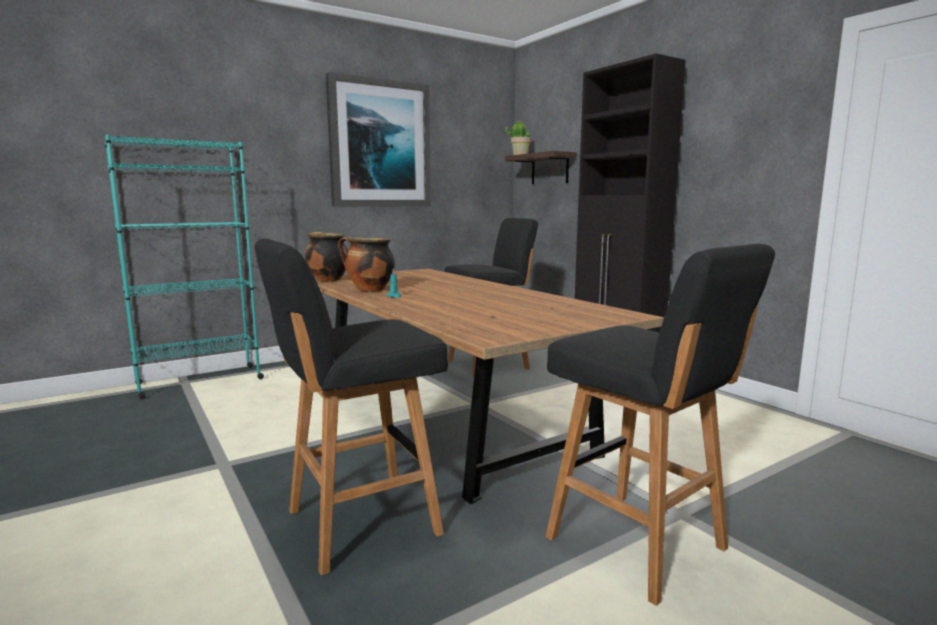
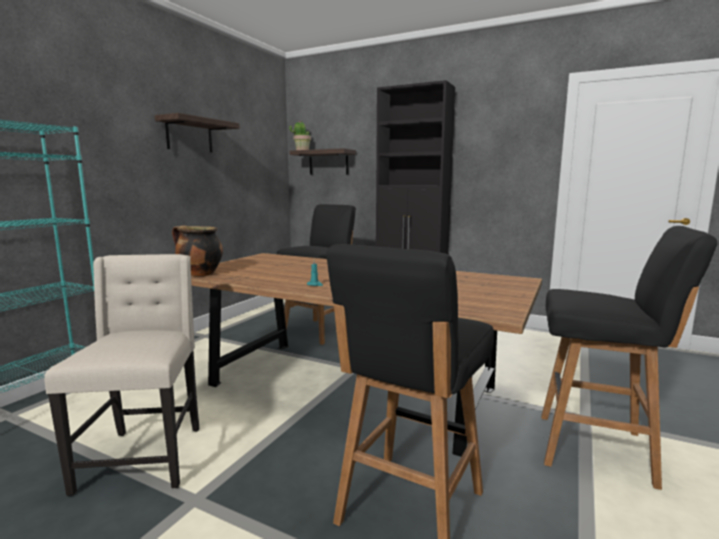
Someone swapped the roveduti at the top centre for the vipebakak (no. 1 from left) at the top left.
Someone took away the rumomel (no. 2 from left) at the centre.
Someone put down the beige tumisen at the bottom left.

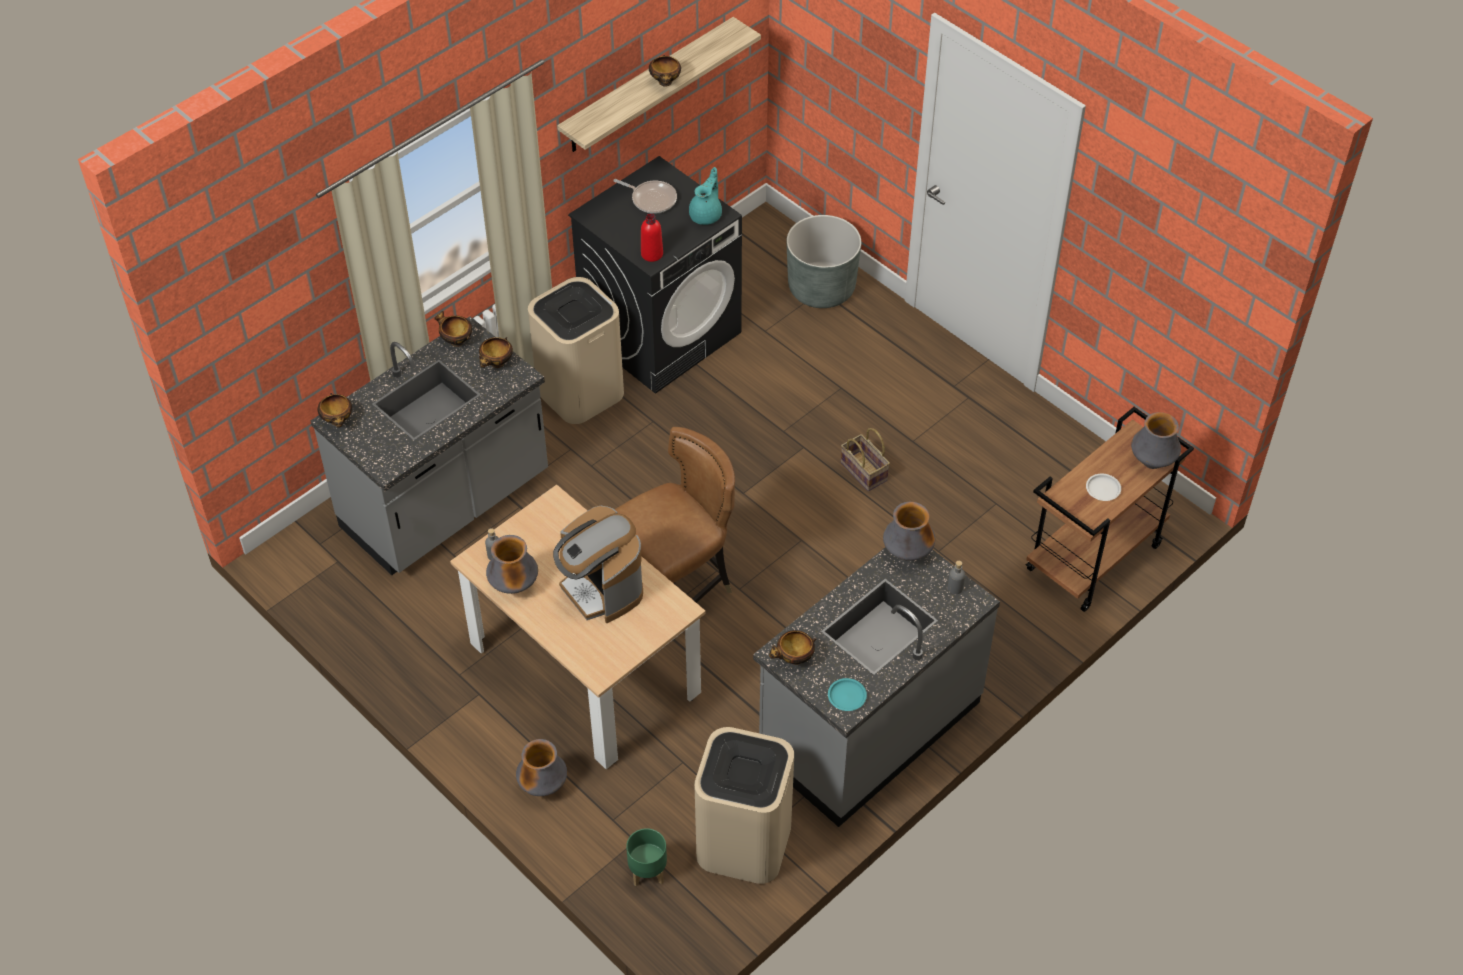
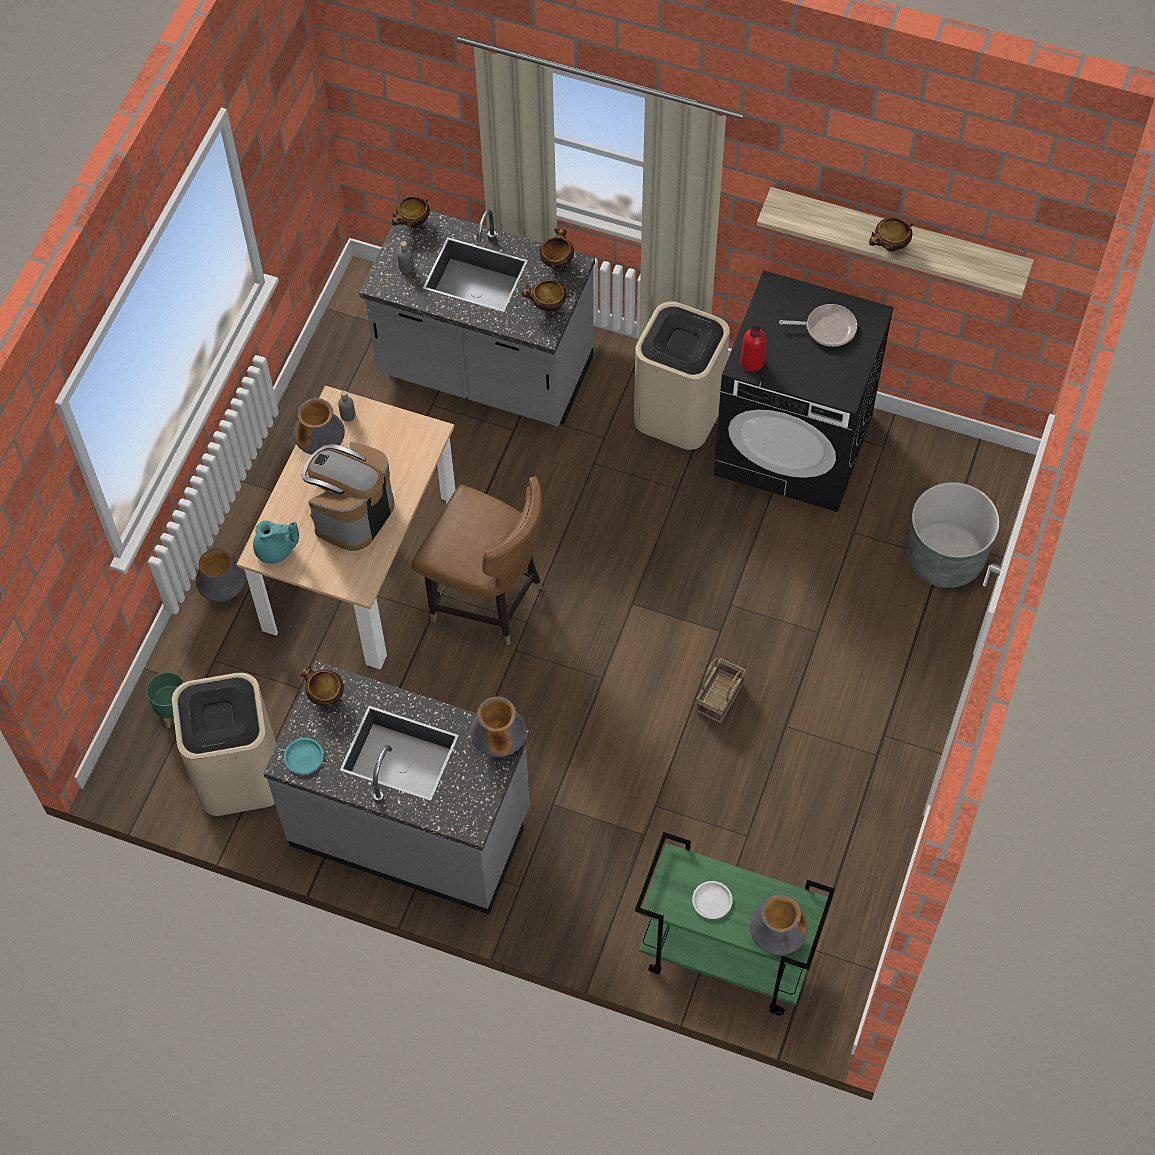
Someone rotated the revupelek at the top centre by 90 degrees counterclockwise.
Someone carried the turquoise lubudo from the top centre to the middle left.
Someone carried the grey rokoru (no. 2 from left) from the centre to the top centre.
Someone repainted the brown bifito at the middle right, which became the green bifito at the bottom centre.

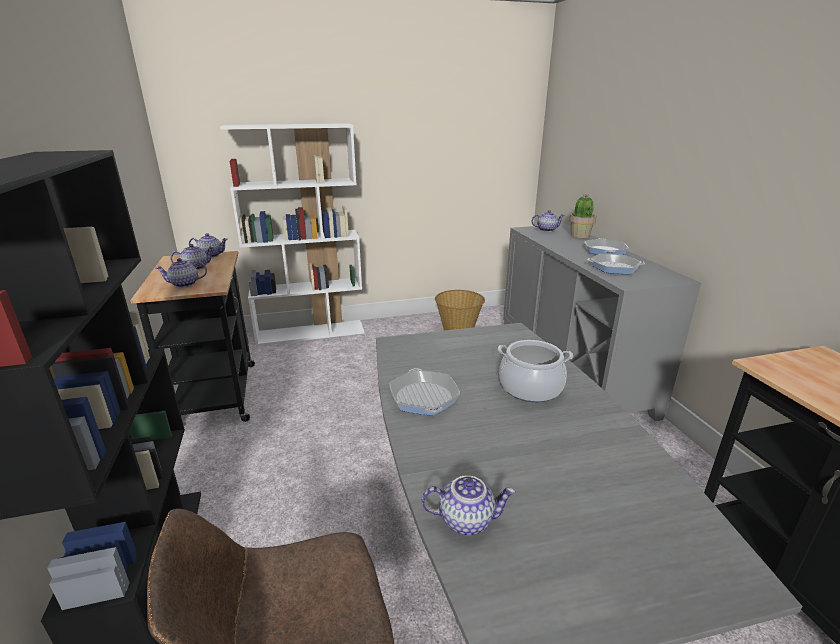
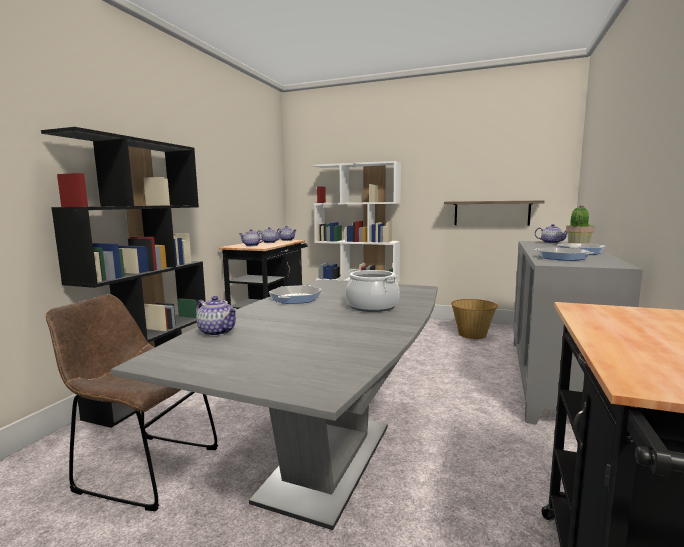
Someone put up the vipebakak at the middle right.

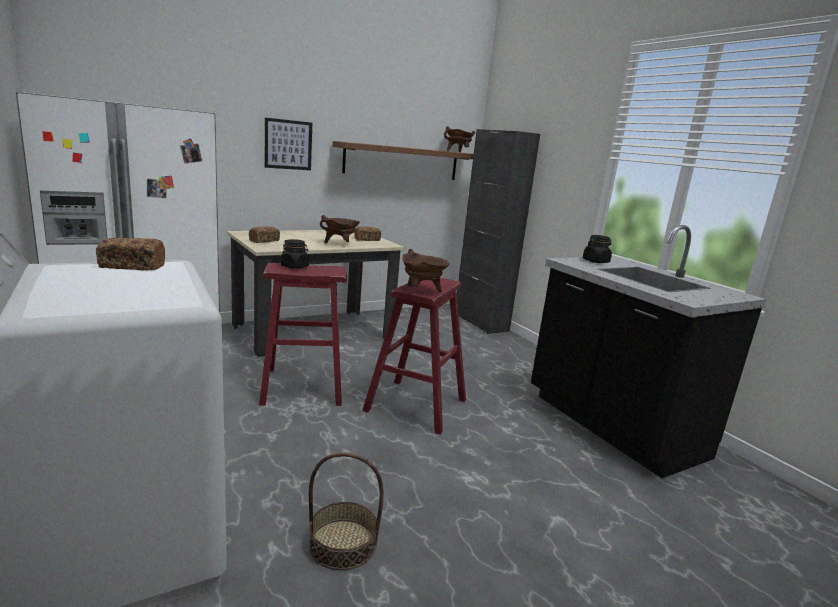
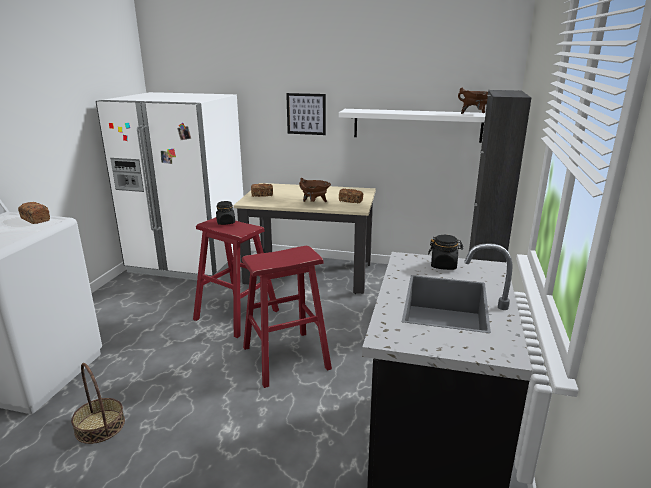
Someone repainted the brown vipebakak at the top centre, which became the white vipebakak at the top centre.
Someone took away the brown rumomel (no. 2 from left) at the centre.

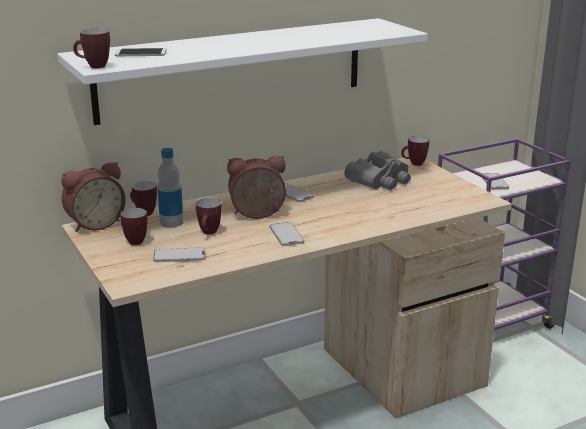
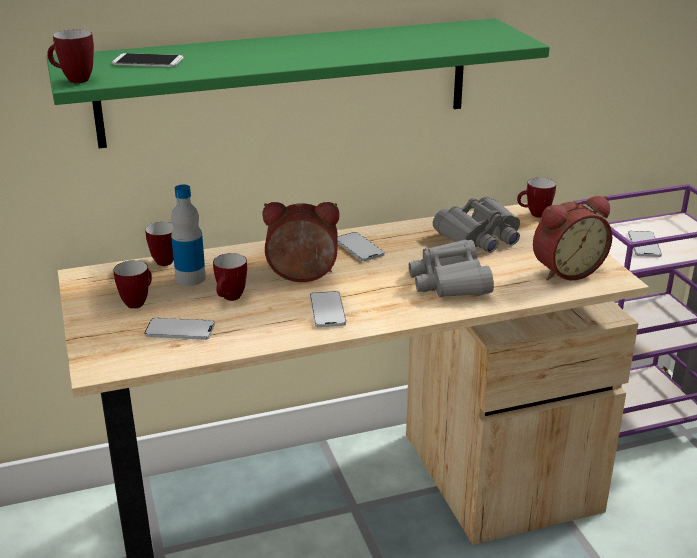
Someone repainted the white vipebakak at the top centre, which became the green vipebakak at the top centre.
Someone carried the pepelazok (no. 1 from left in the first image) from the middle left to the middle right.
Someone put down the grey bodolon (no. 1 from left) at the centre.

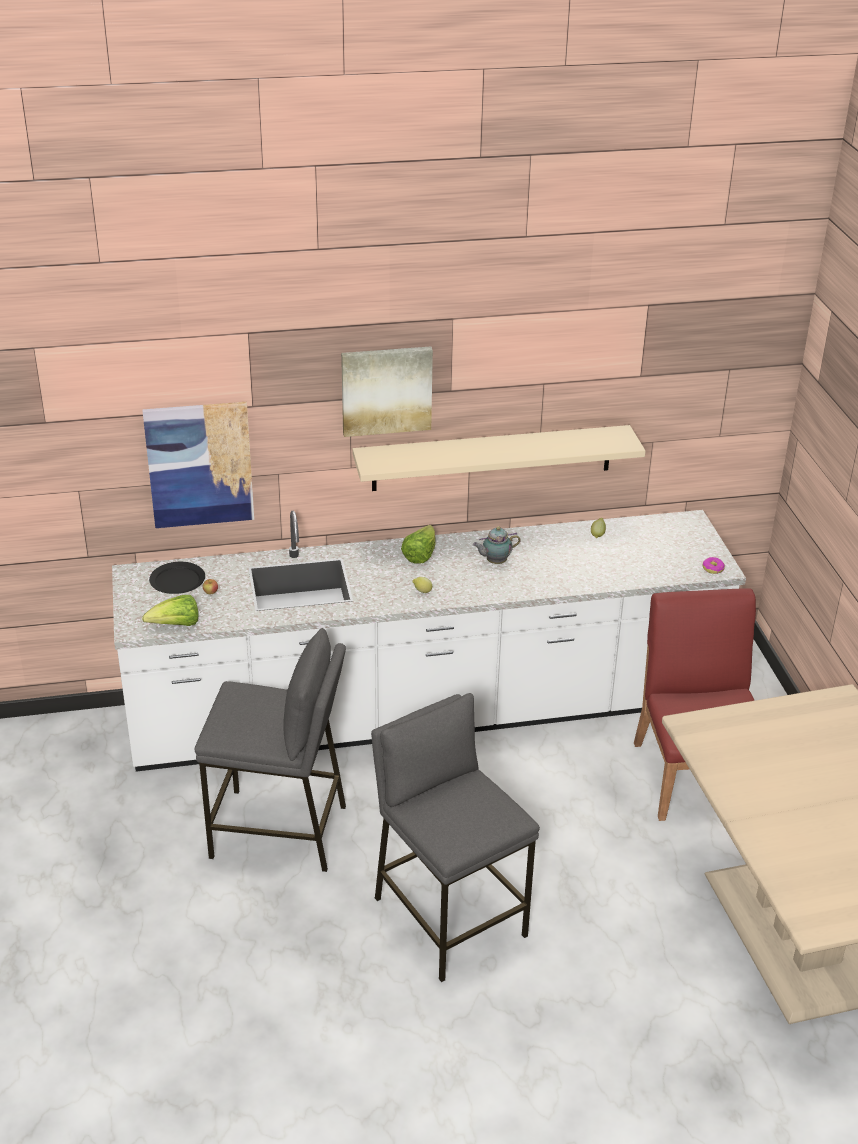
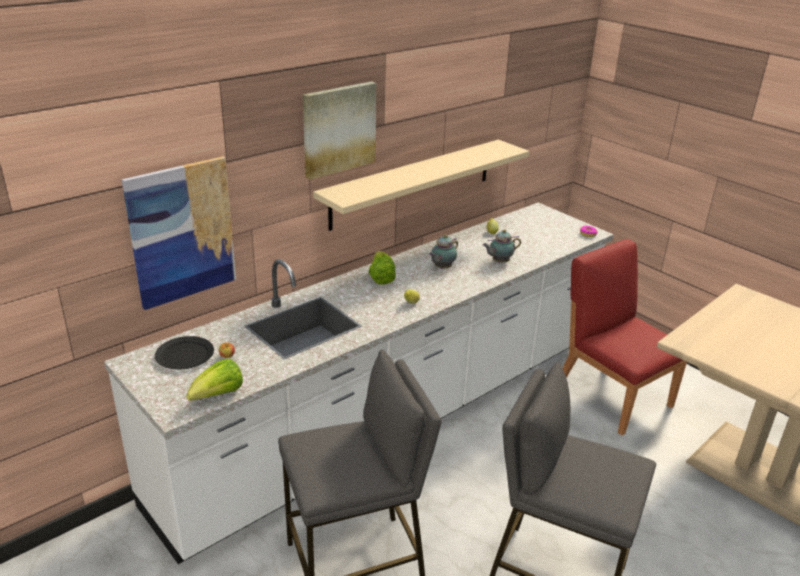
Someone put down the lubudo (no. 2 from left) at the centre.

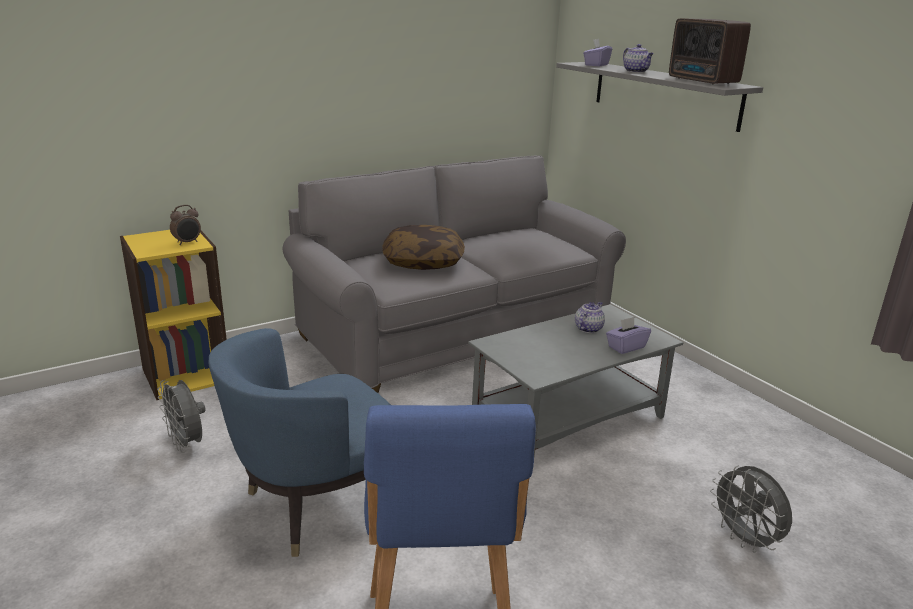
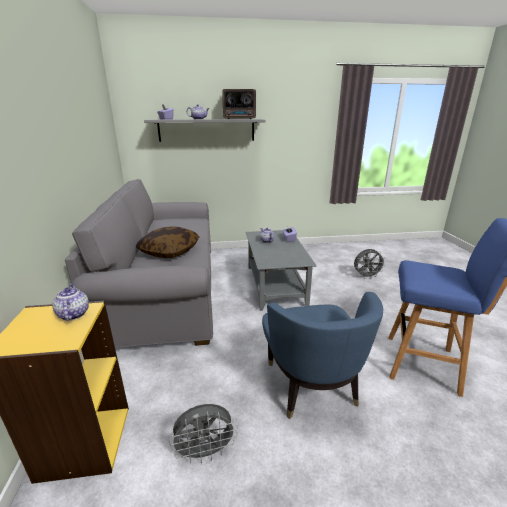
Someone swapped the pepelazok at the middle left for the lubudo (no. 1 from left) at the middle left.

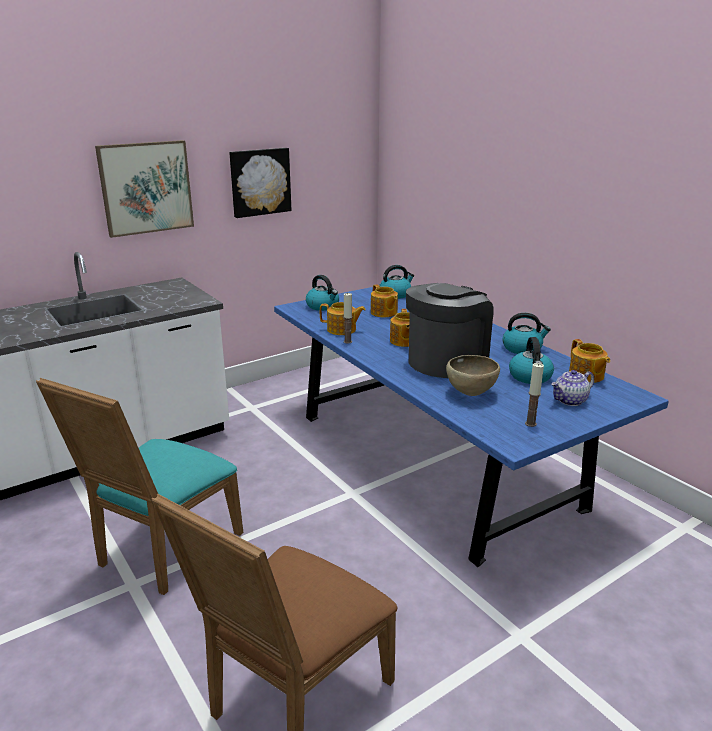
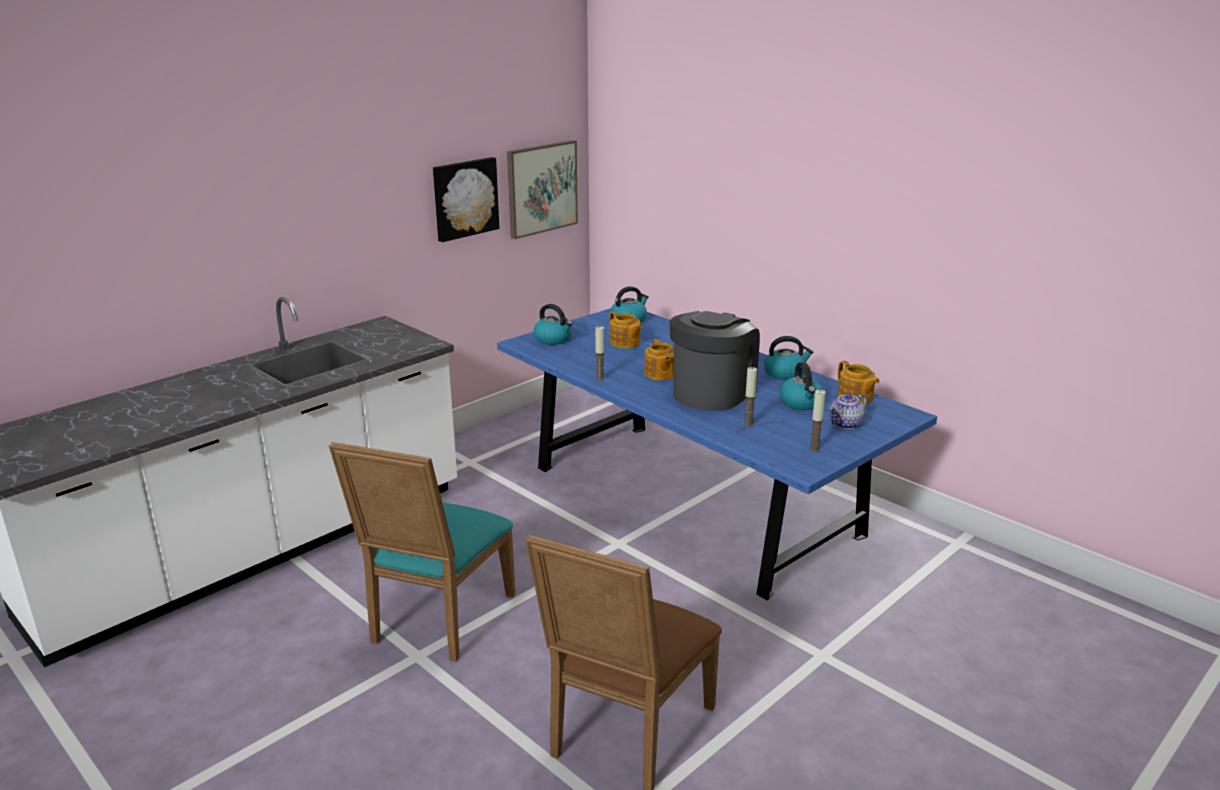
Someone carried the roveduti (no. 1 from left in the first image) from the top left to the top centre.
Someone took away the lubudo (no. 1 from left) at the centre.
Someone swapped the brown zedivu at the centre for the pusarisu (no. 2 from left) at the centre.

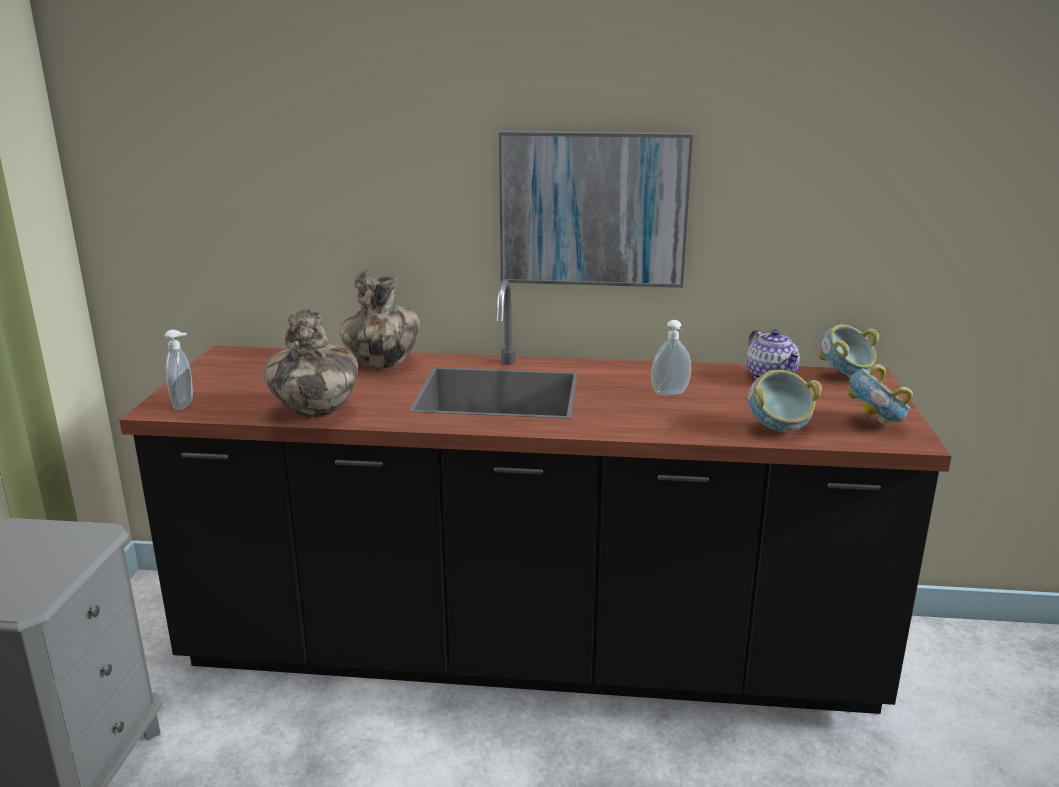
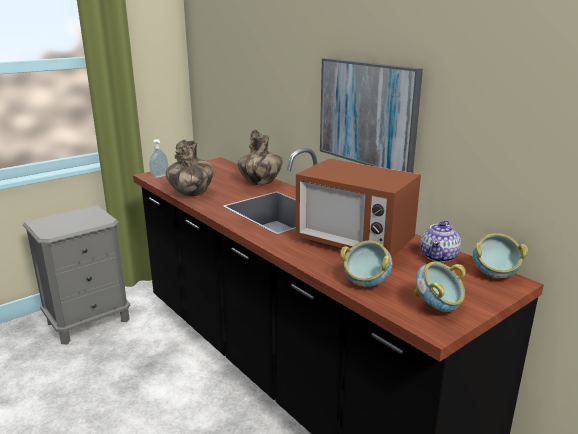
Someone swapped the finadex (no. 2 from left) at the centre for the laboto at the centre.

